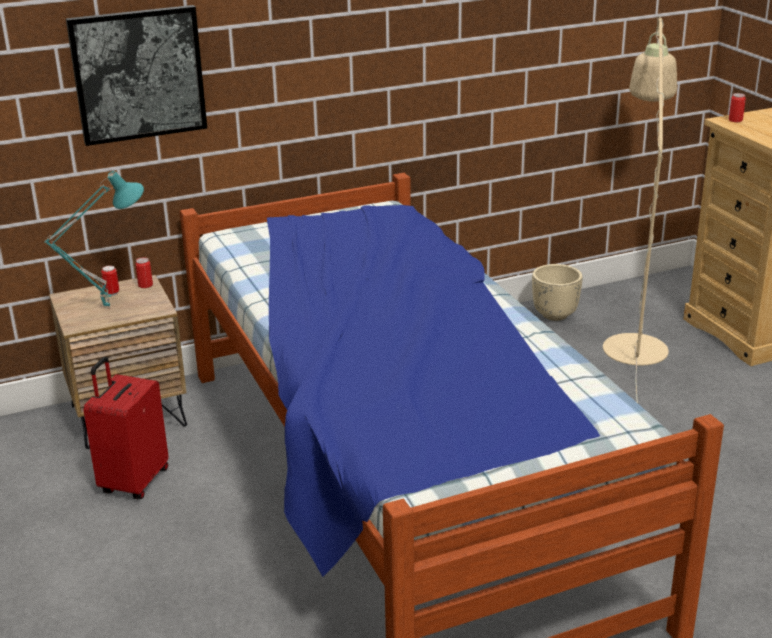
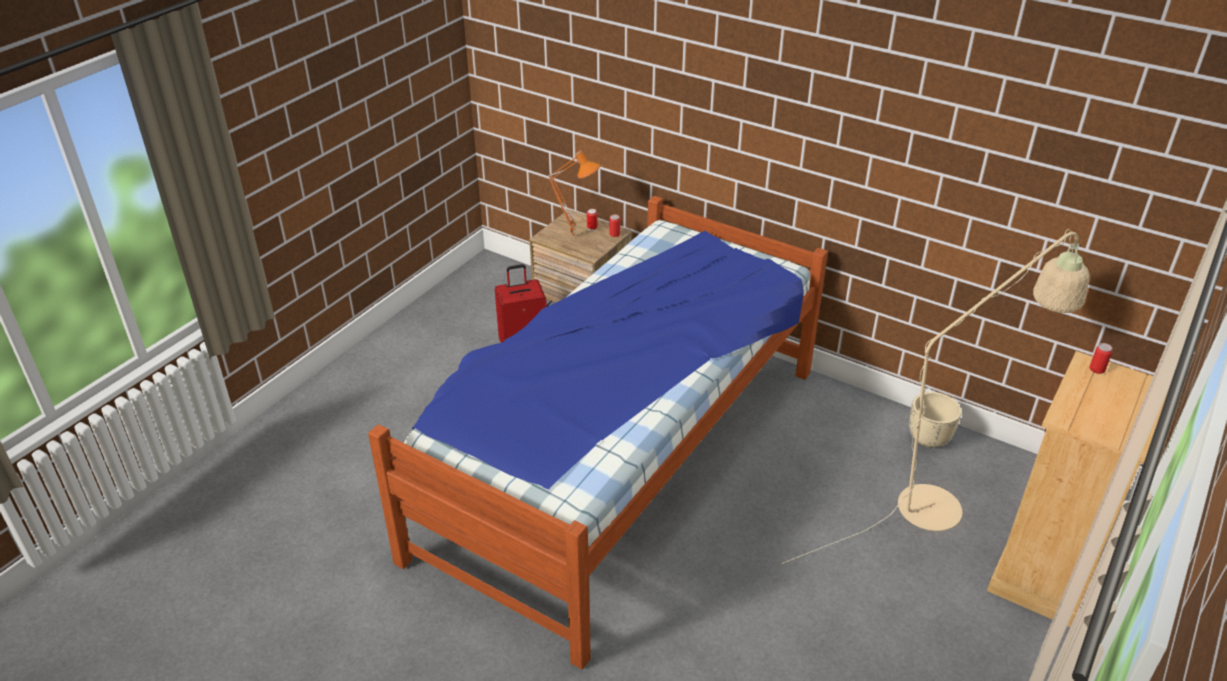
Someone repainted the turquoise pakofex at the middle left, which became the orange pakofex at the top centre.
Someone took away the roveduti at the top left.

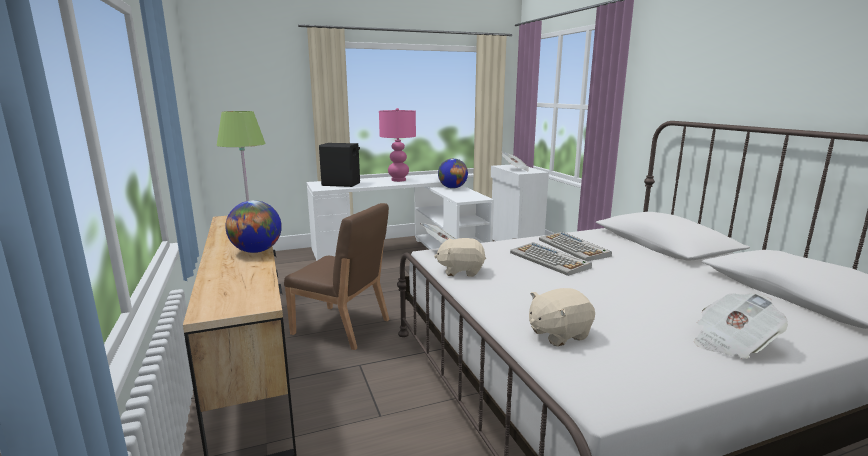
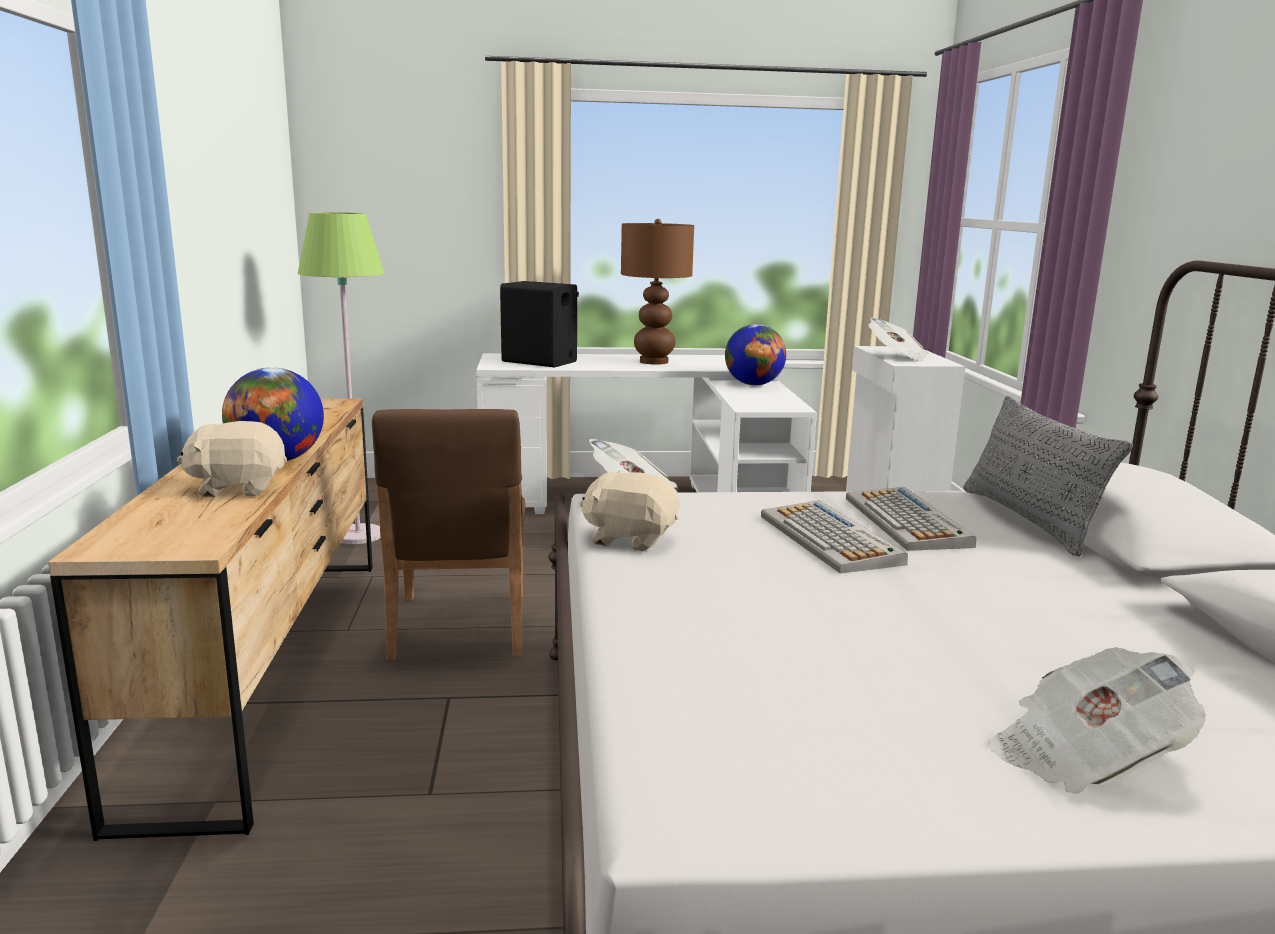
Someone rotated the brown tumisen at the centre by 45 degrees clockwise.
Someone repainted the pink pakofex at the top centre, which became the brown pakofex at the top centre.
Someone carried the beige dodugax (no. 2 from left in the first image) from the bottom centre to the middle left.
Someone put down the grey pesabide at the middle right.

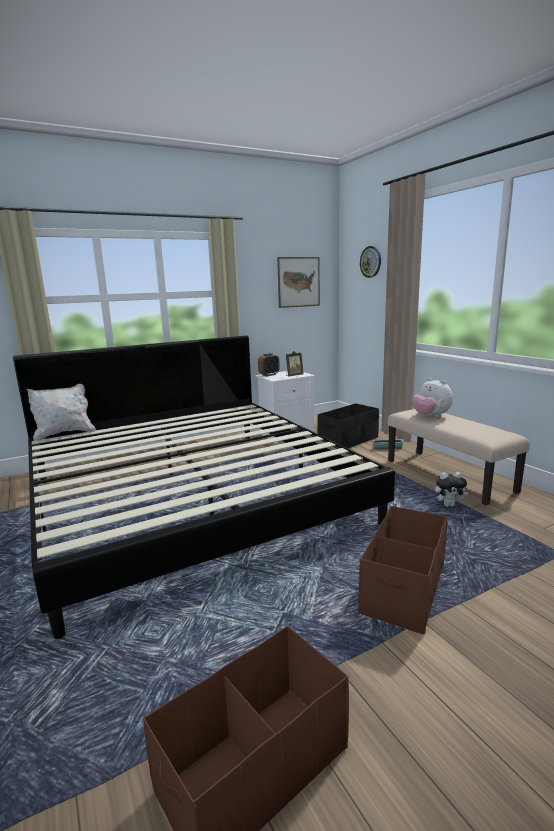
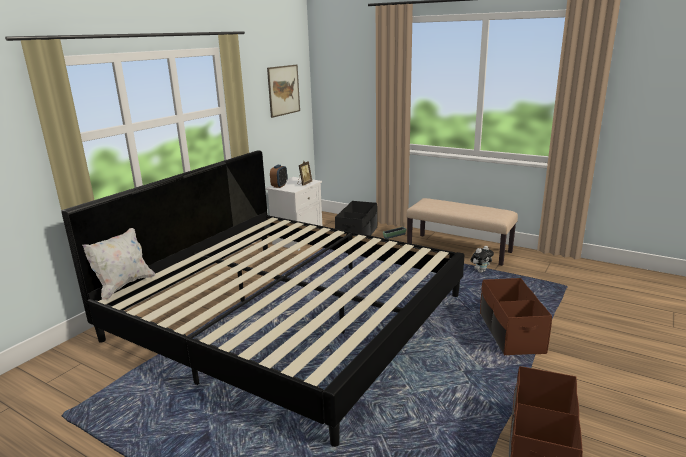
Someone took away the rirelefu at the top right.
Someone took away the dodugax (no. 1 from left) at the middle right.

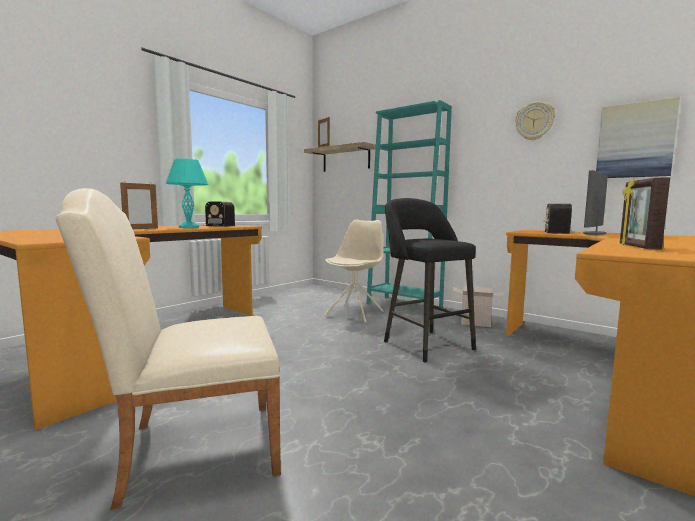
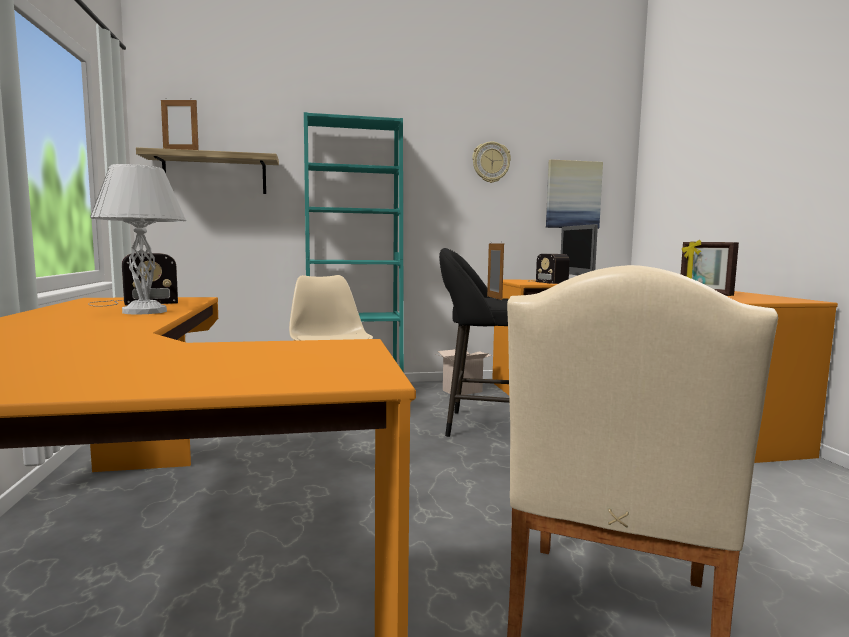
Someone carried the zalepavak (no. 1 from left in the first image) from the middle left to the centre.
Someone repainted the turquoise pakofex at the middle left, which became the white pakofex at the middle left.

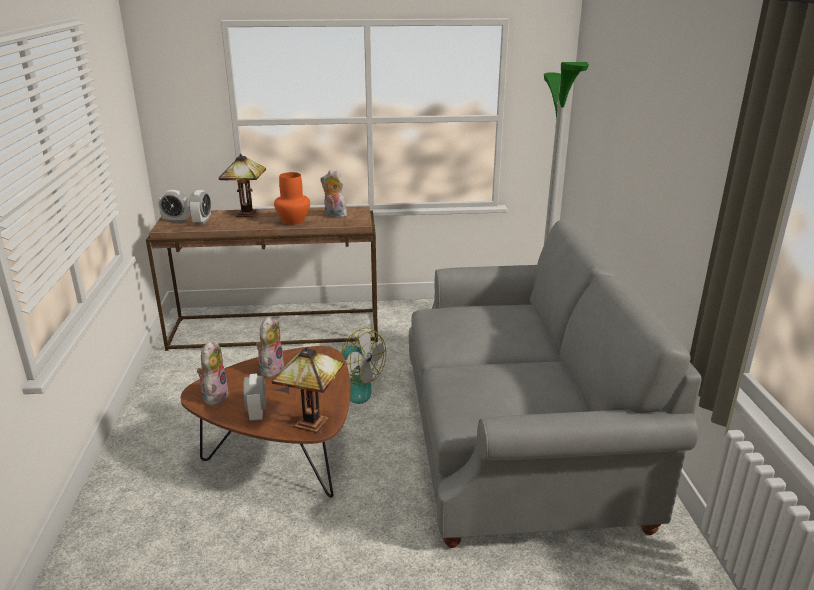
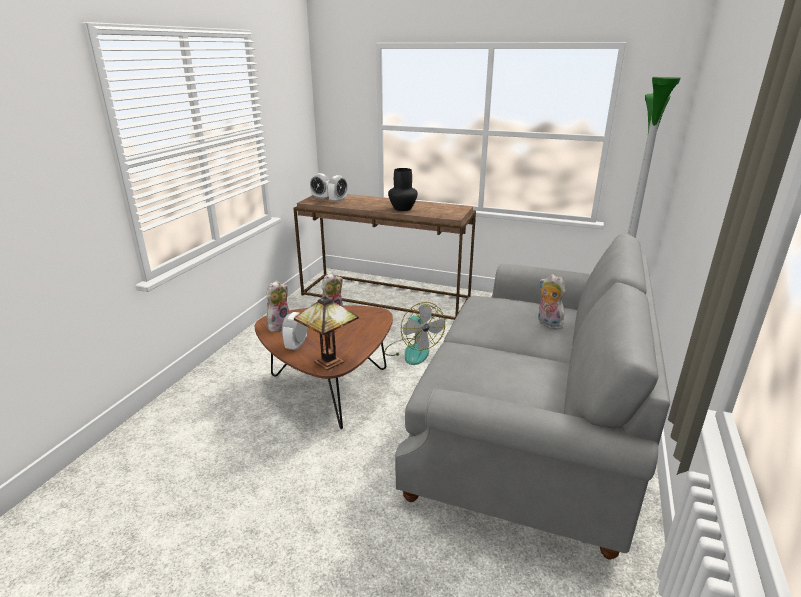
Someone took away the pakofex (no. 1 from left) at the top left.
Someone repainted the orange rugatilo at the centre, which became the black rugatilo at the top centre.
Someone carried the dodugax (no. 3 from left) from the top centre to the middle right.

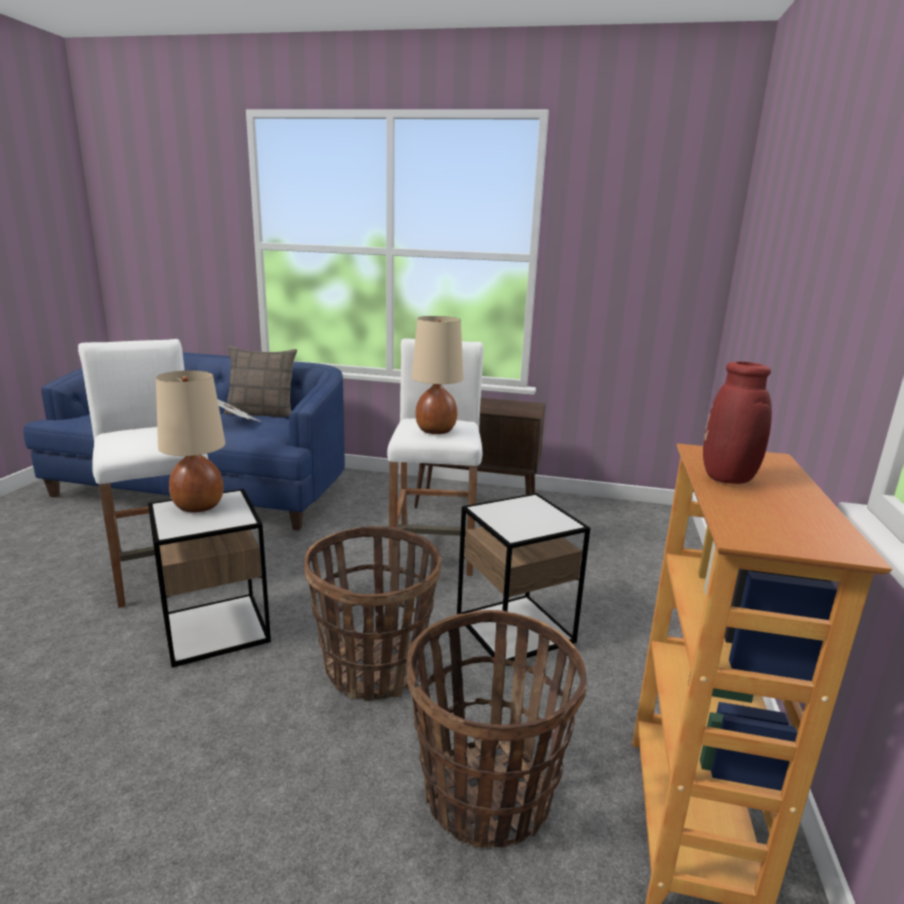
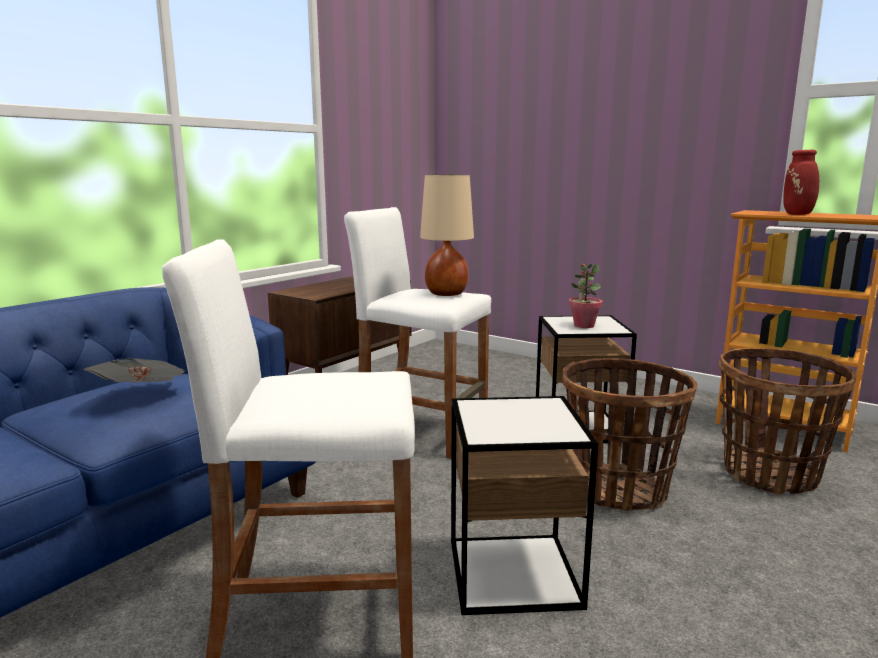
Someone took away the beige pakofex (no. 1 from left) at the middle left.
Someone took away the pesabide at the middle left.
Someone put down the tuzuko at the middle right.

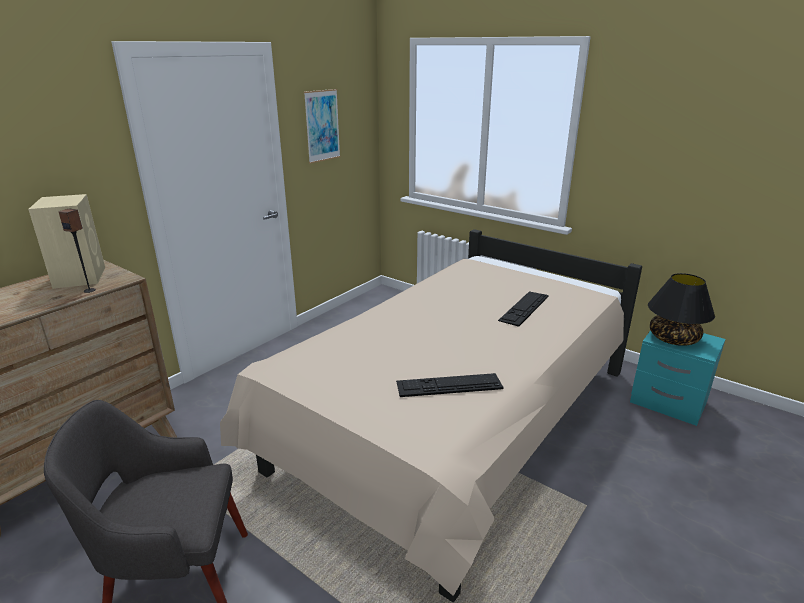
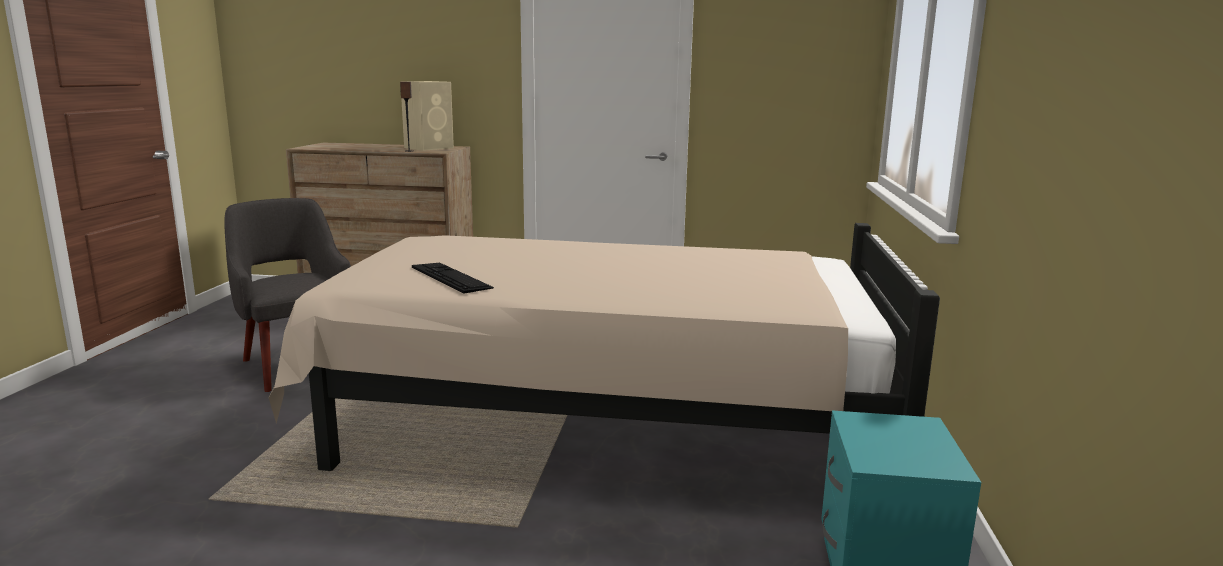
Someone took away the roveduti at the top centre.
Someone took away the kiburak (no. 2 from left) at the centre.
Someone took away the black pakofex at the middle right.

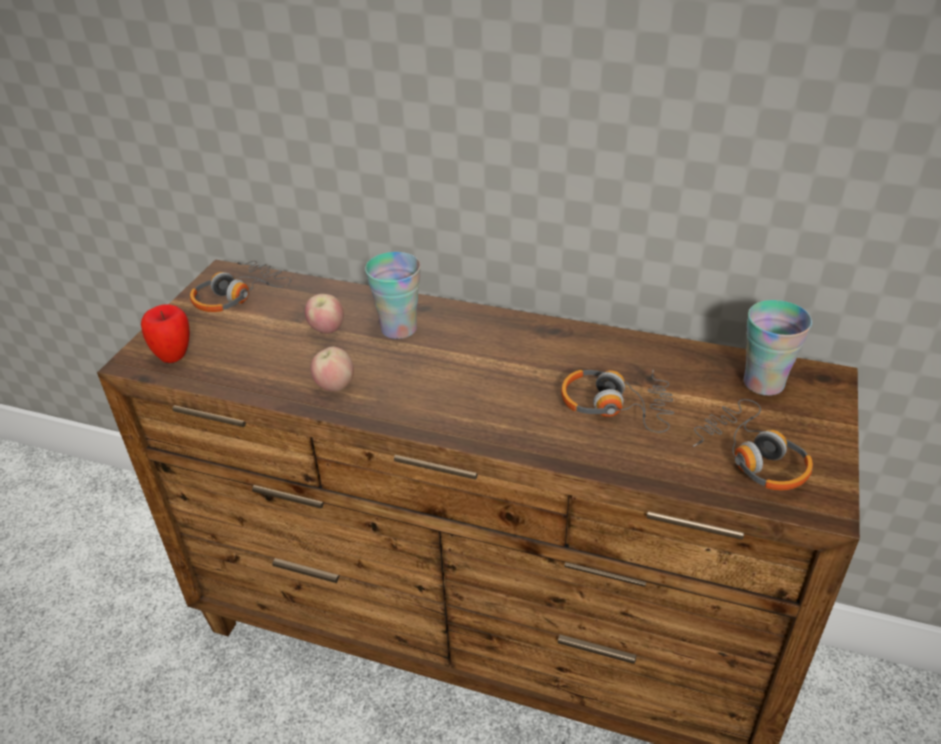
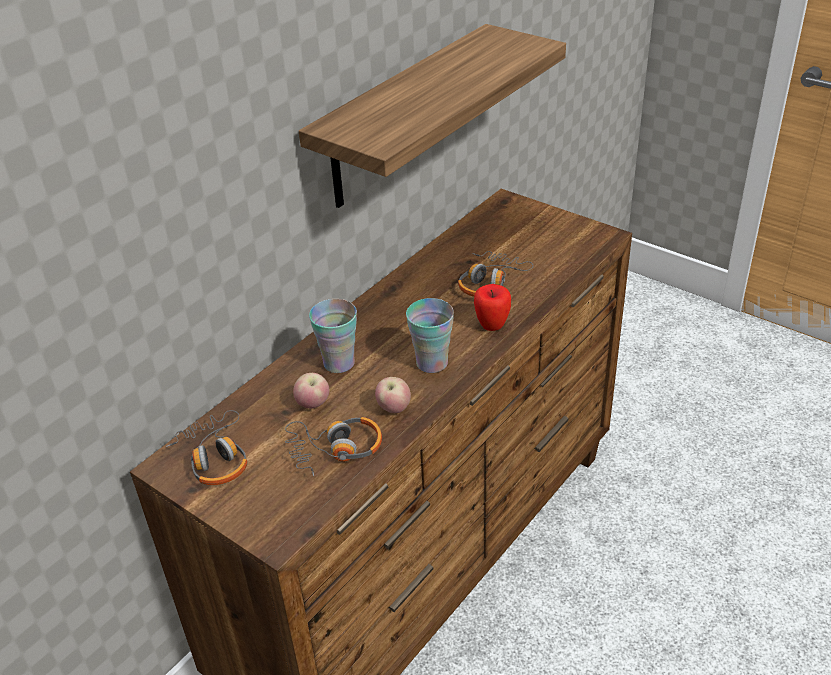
Someone carried the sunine (no. 1 from left in the first image) from the middle left to the centre.
Someone carried the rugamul (no. 3 from left in the first image) from the middle right to the centre.
Someone carried the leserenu (no. 2 from left) from the middle right to the centre.
Someone put up the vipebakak at the top centre.

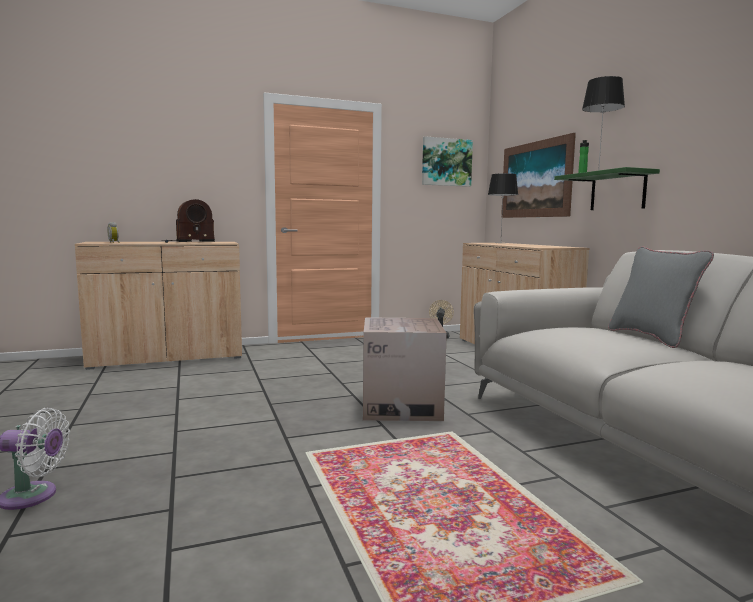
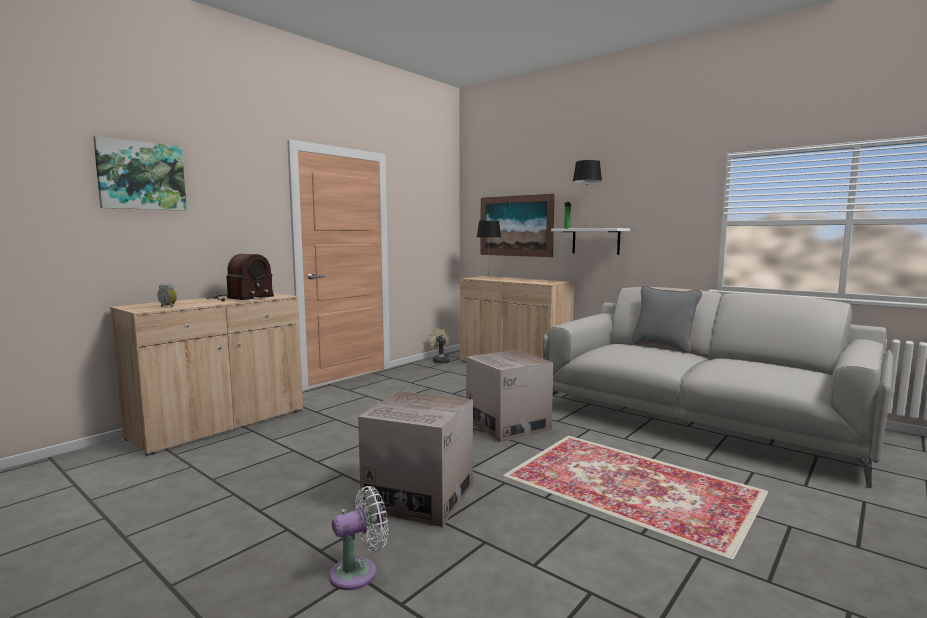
Someone carried the roveduti (no. 1 from left) from the top centre to the top left.
Someone repainted the green vipebakak at the top right, which became the white vipebakak at the centre.
Someone put down the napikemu (no. 1 from left) at the bottom centre.

